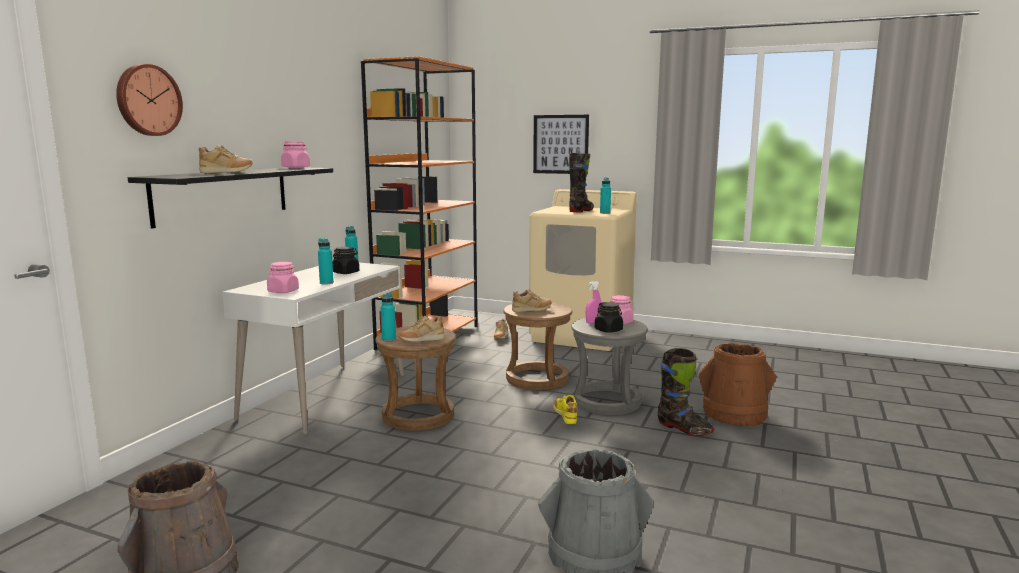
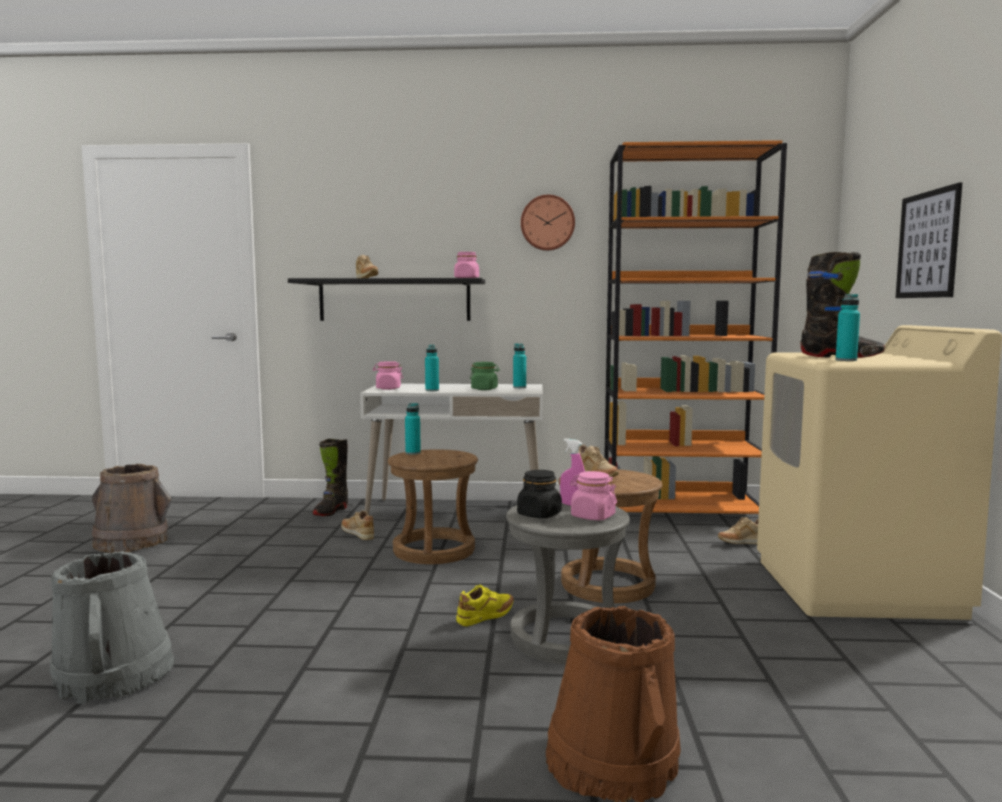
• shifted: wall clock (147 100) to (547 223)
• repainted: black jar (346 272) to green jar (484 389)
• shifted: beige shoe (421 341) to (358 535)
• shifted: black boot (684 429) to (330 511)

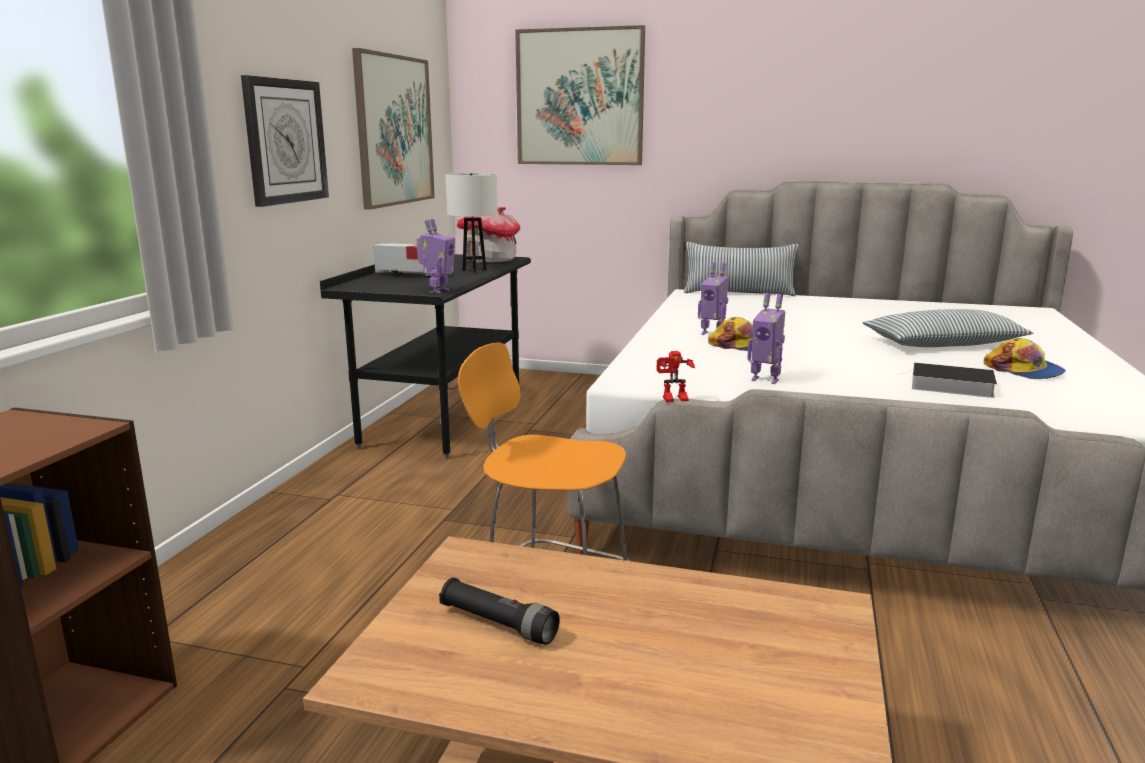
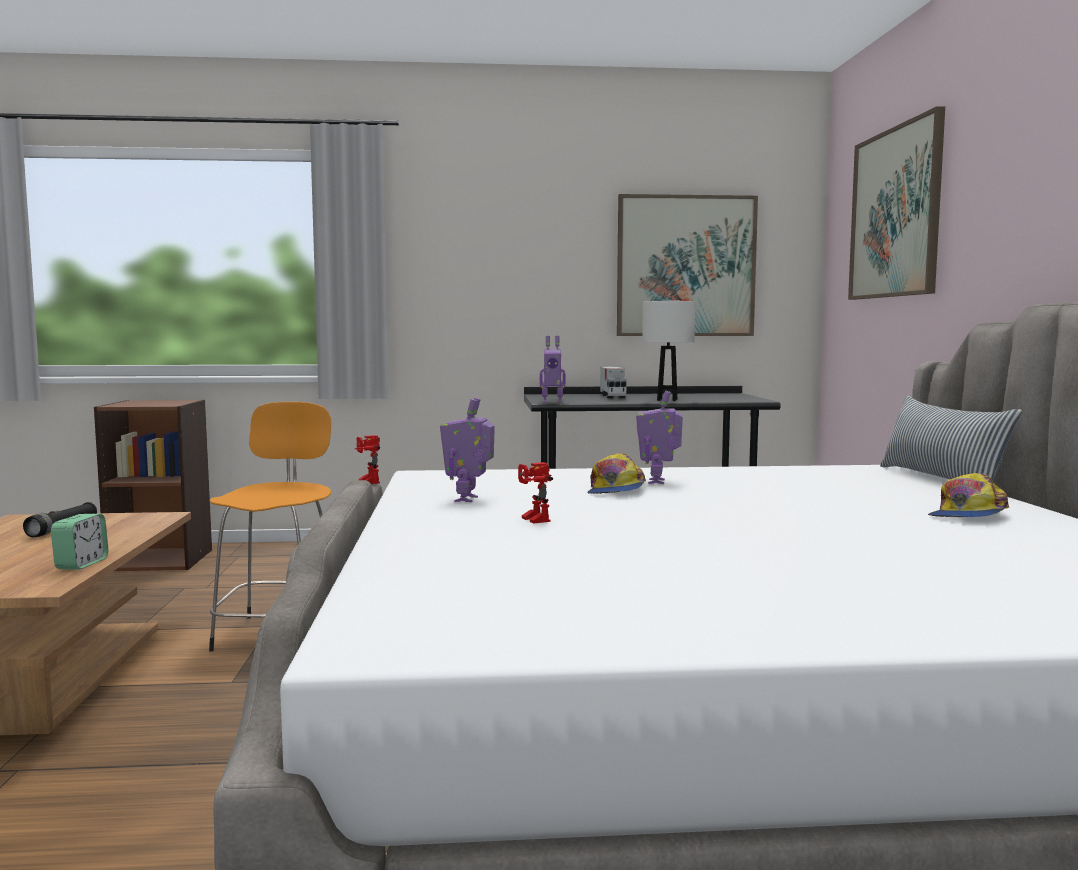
• gone: wall clock (285 141)
• gone: toy house (491 260)
• gone: pillow (943 344)
• gone: book (948 385)
• shifted: cap (1024 371) to (968 515)
• new: alarm clock (81 564)
• new: toy robot (531 519)

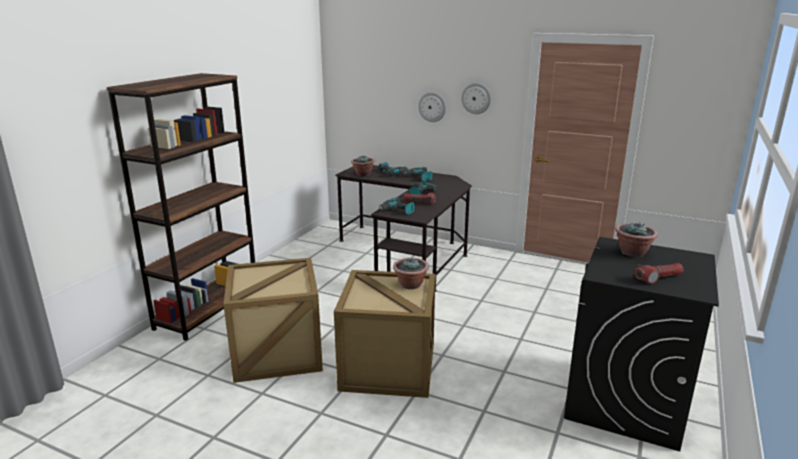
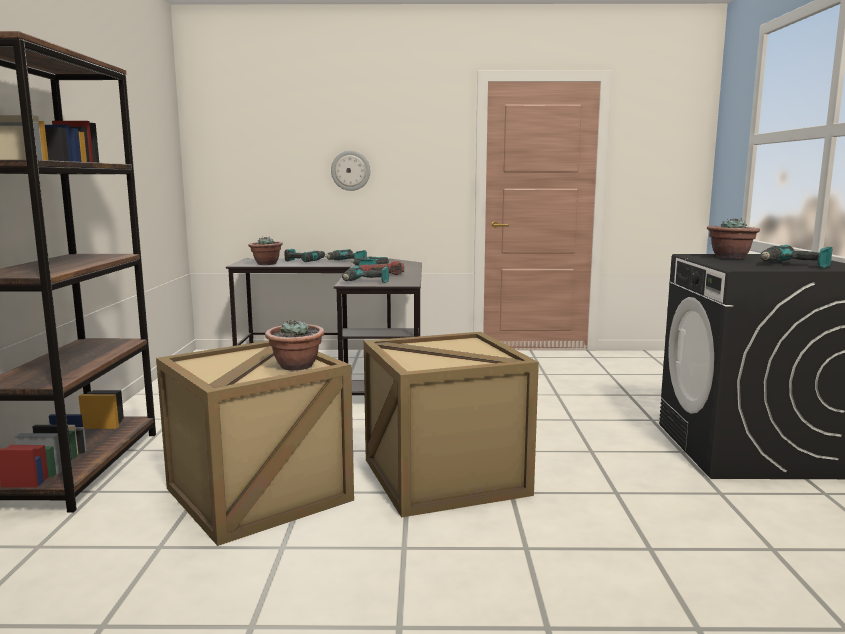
• shifted: potted plant (410 285) to (296 366)
• gone: wall clock (476 98)
• swapped: flashlight (658 278) to power drill (794 265)

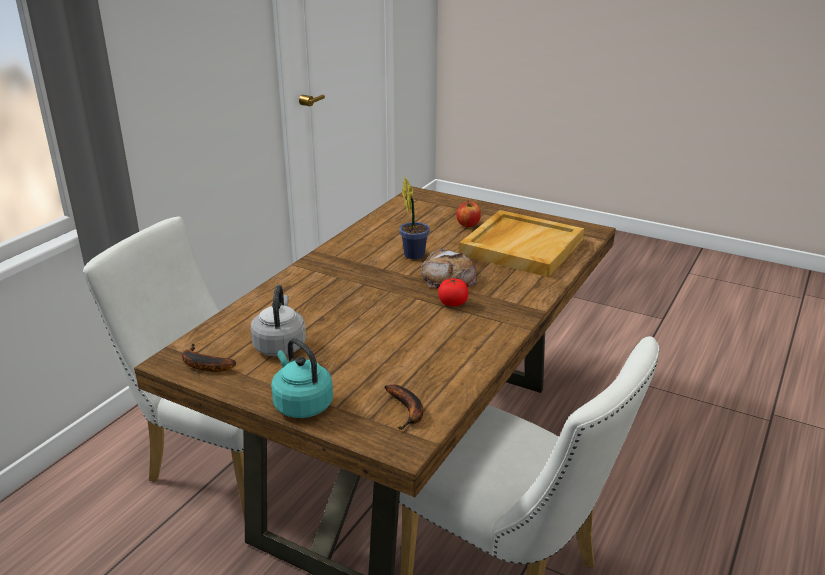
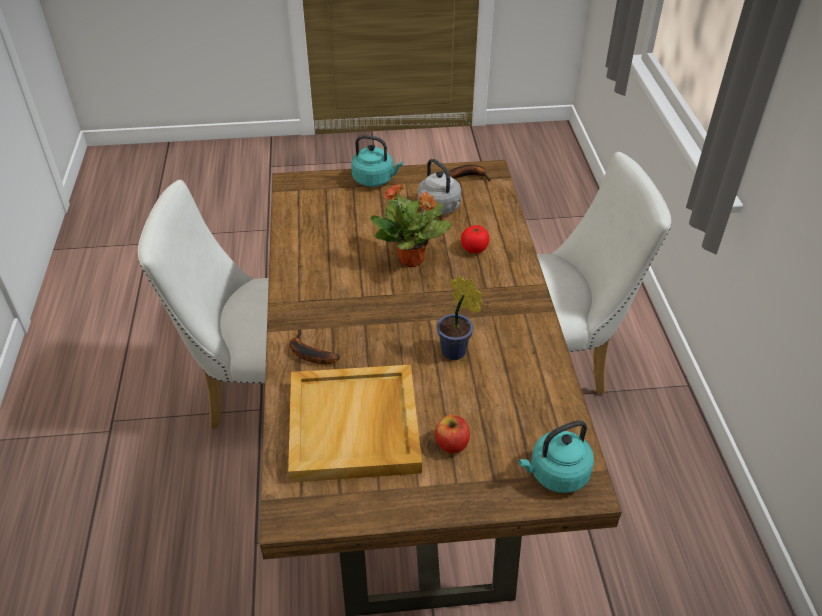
• shifted: banana (407 411) to (308 354)
• gone: bread (449 277)
• shifted: tomato (452 303) to (474 248)
• new: potted plant (412 260)
• new: turquoise kettle (556 474)

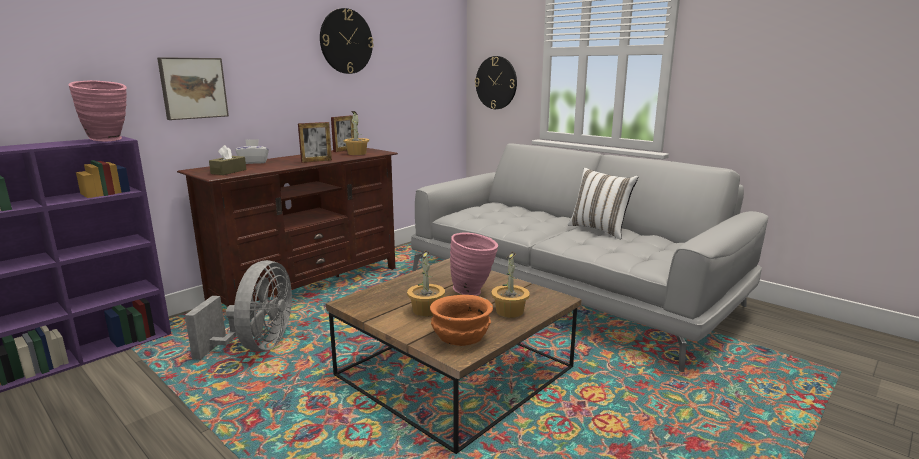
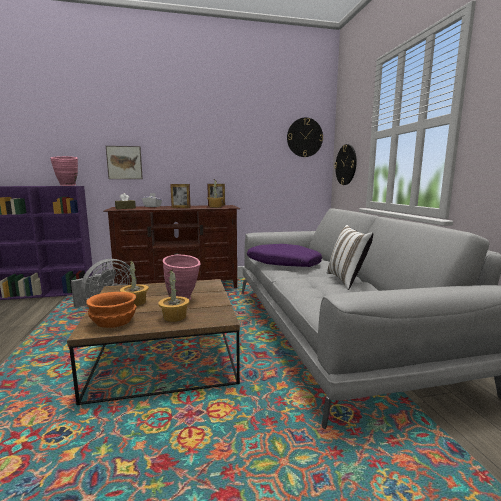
• shifted: wall clock (346 41) to (304 137)
• new: purple pillow (283 264)

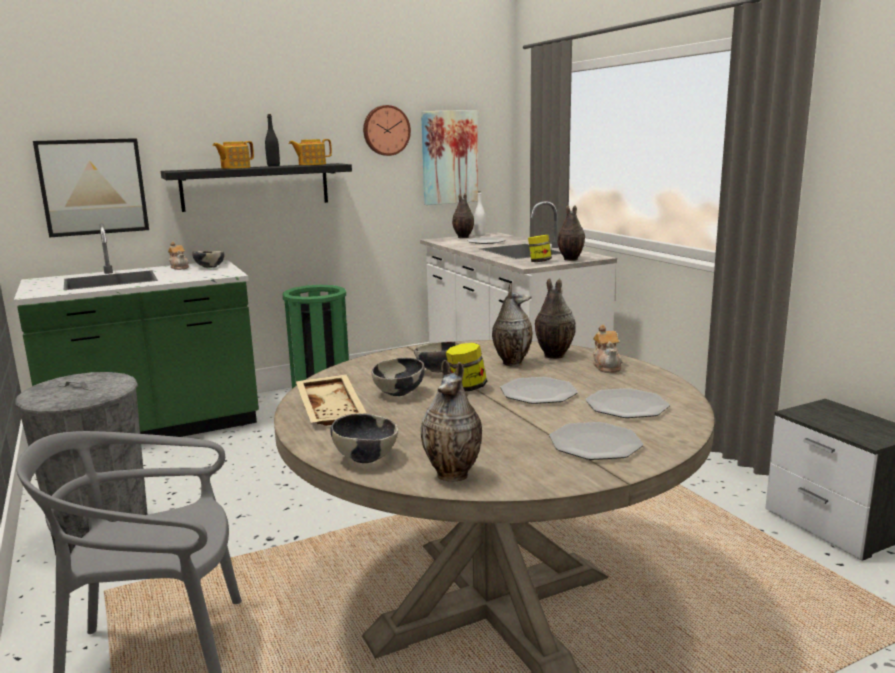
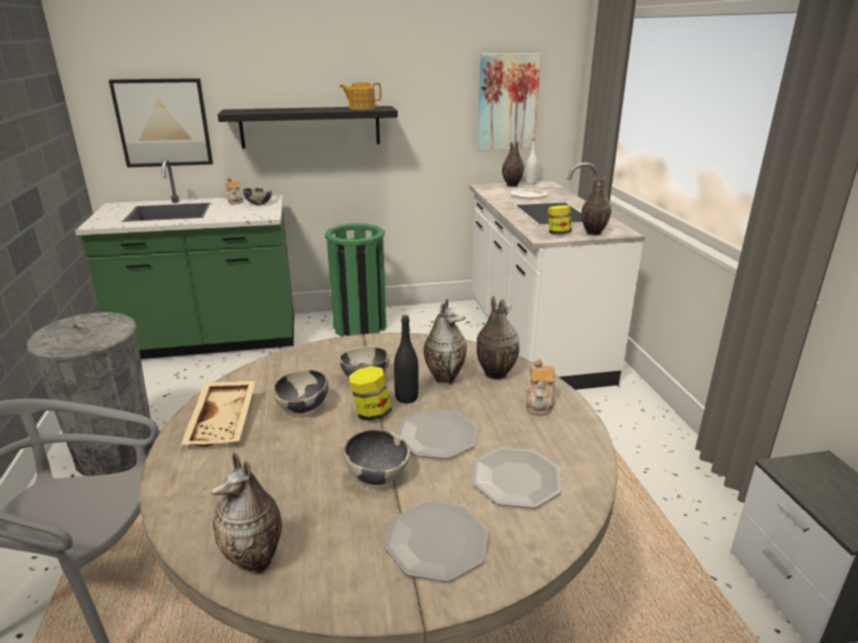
• gone: teapot (235 168)
• shifted: black bottle (273 166) to (406 398)
• shifted: bowl (365 457) to (377 475)
• gone: wall clock (386 130)

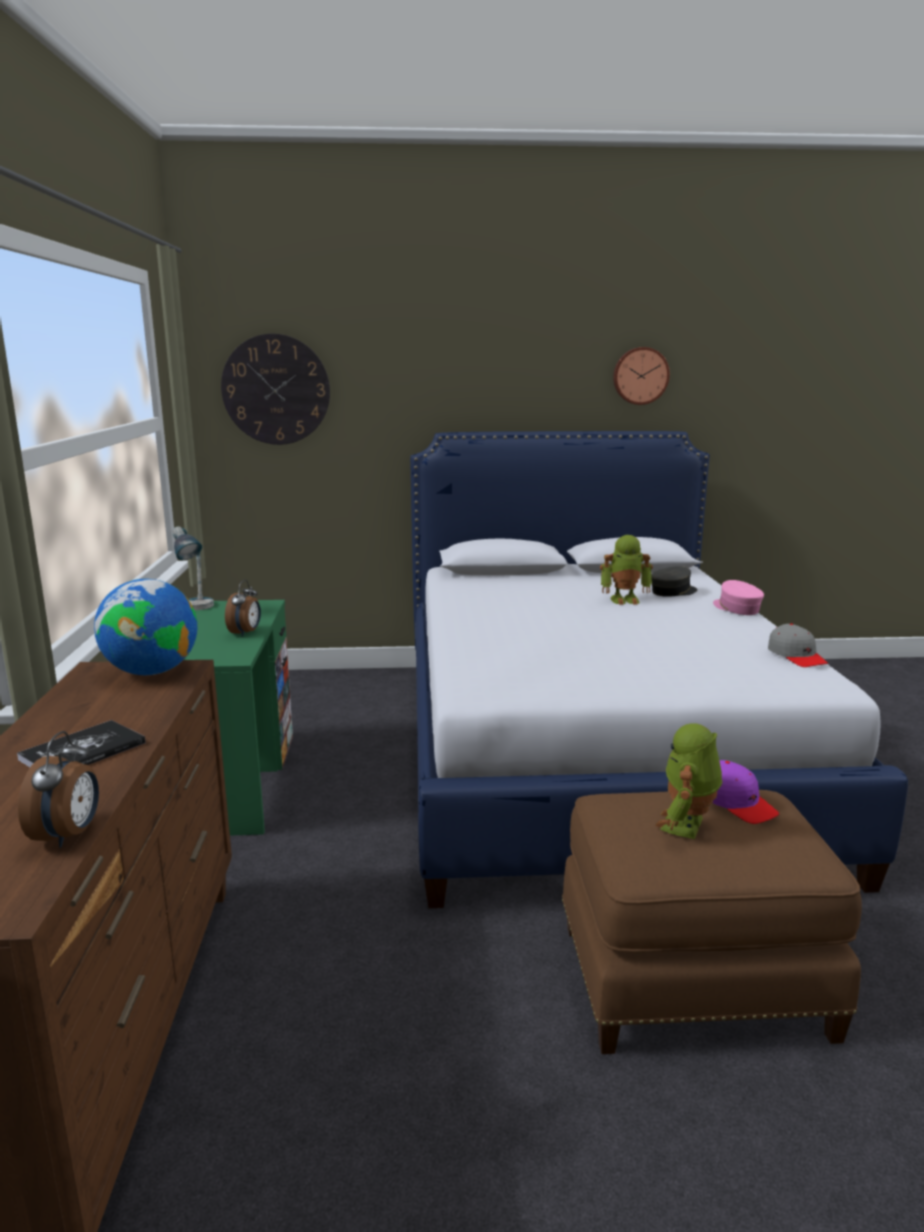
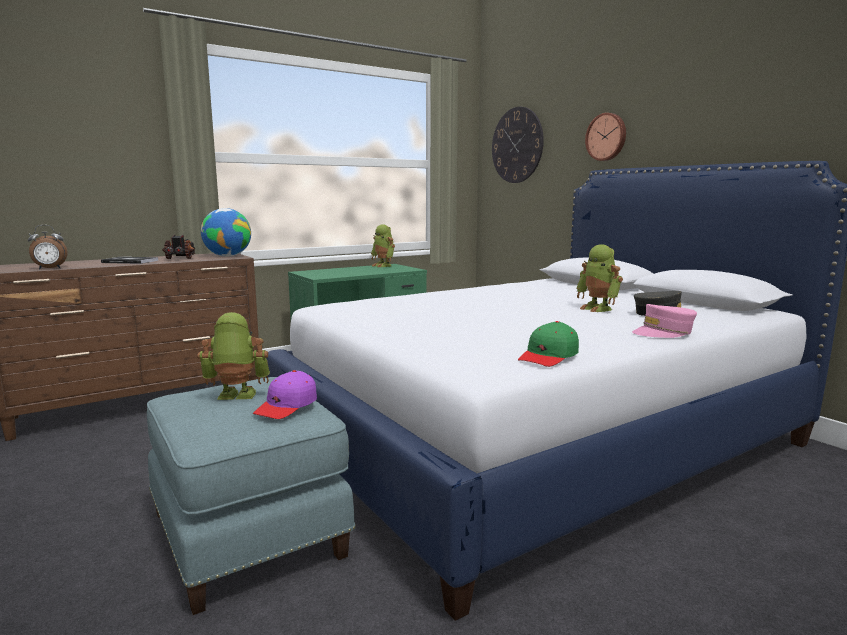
• swapped: table lamp (197 609) to toy robot (383 265)
• gone: alarm clock (246 633)
• repainted: brown ottoman (691 977) to blue ottoman (250 532)
• shifted: wall clock (640 376) to (607 137)
• rotated: pink cap (736 608) = (663 332) 150 degrees counterclockwise
• repainted: grey cap (796 656) to green cap (548 356)
• new: toy truck (182 257)

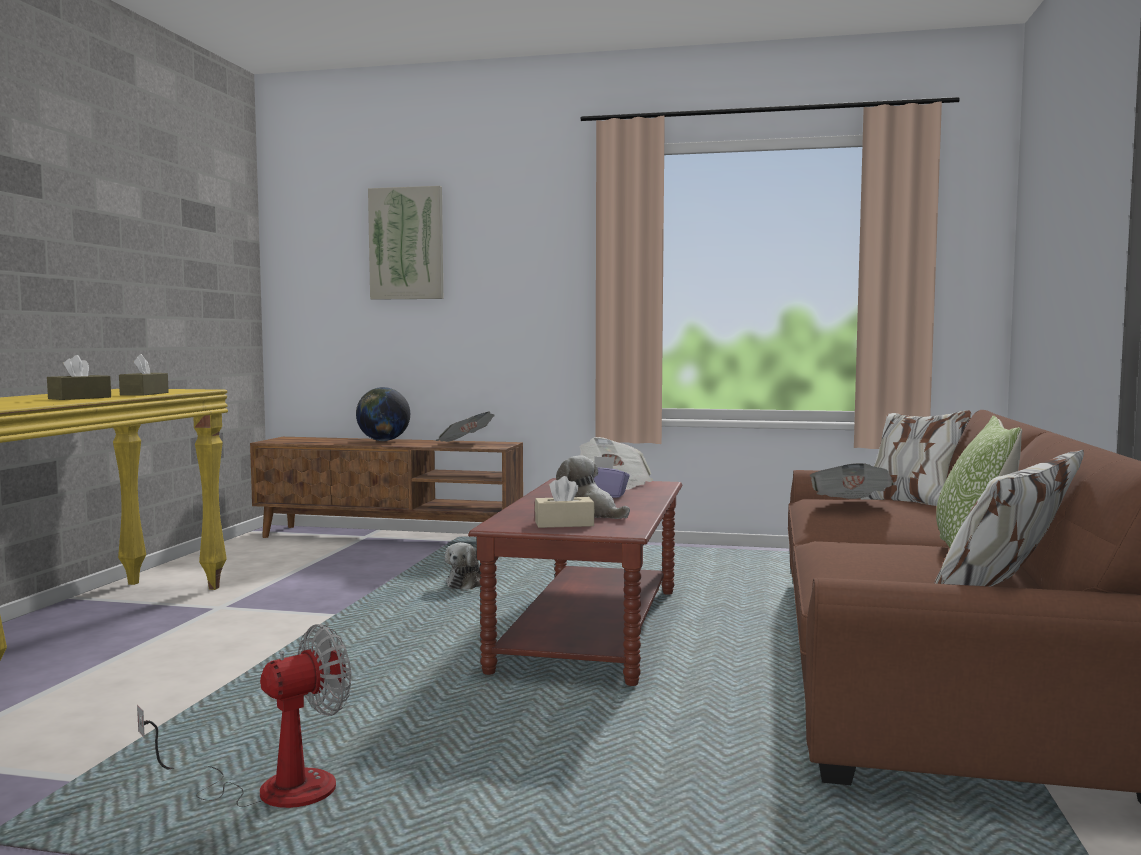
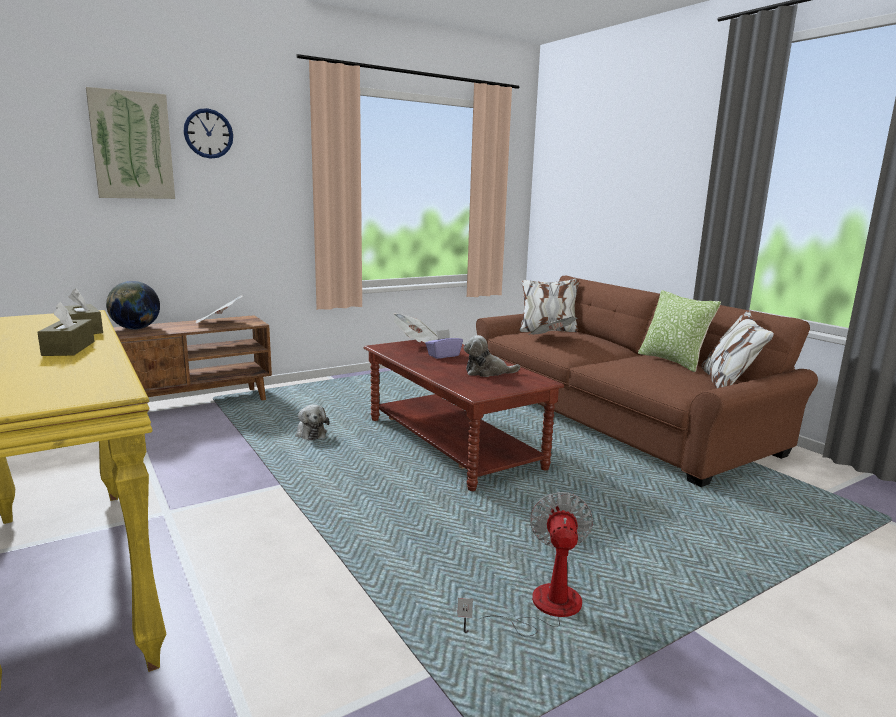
• gone: beige tissue box (564 524)
• new: wall clock (208 133)

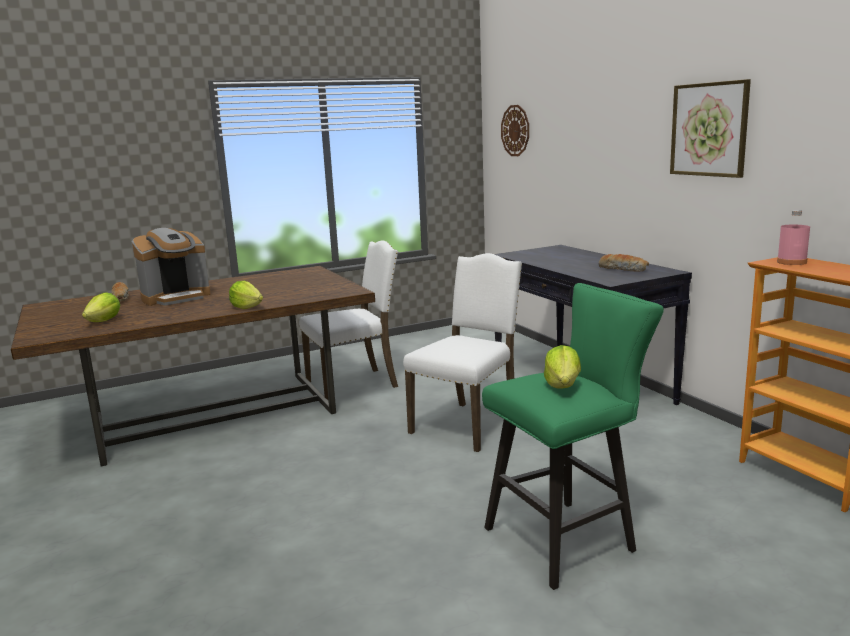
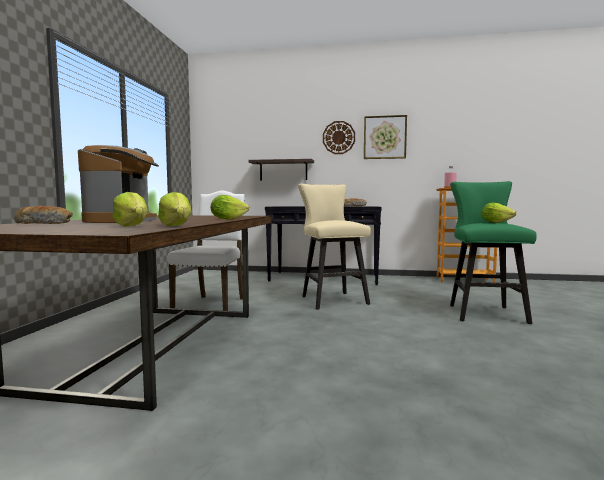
• swapped: white chair (468 424) to beige stool (331 299)
• shifted: wall clock (515 130) to (338 137)
• new: lettuce (176 226)
• new: shelf (283 170)

